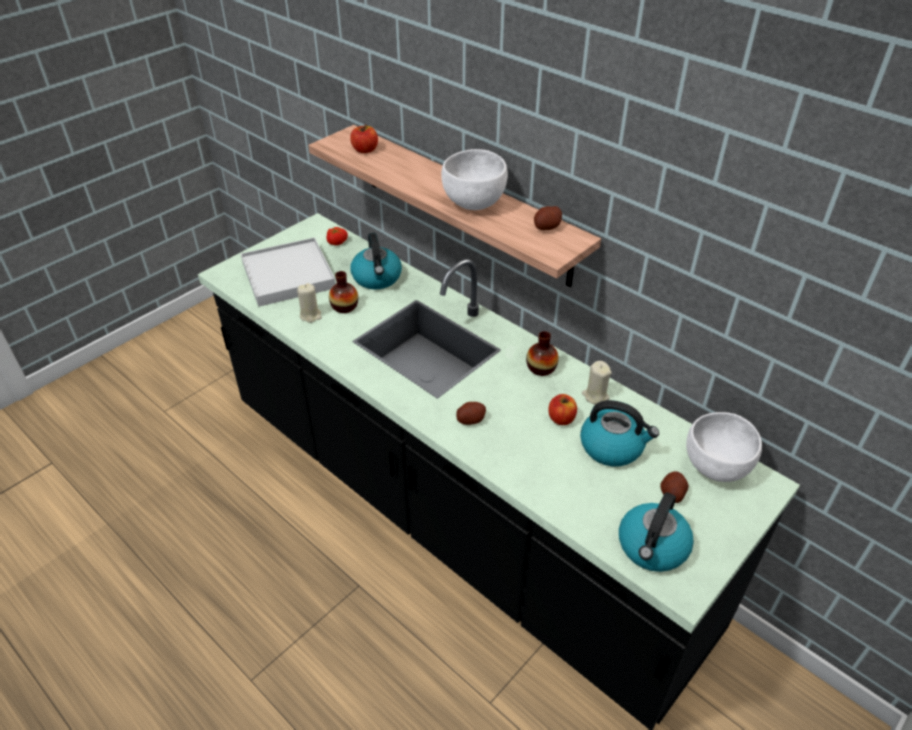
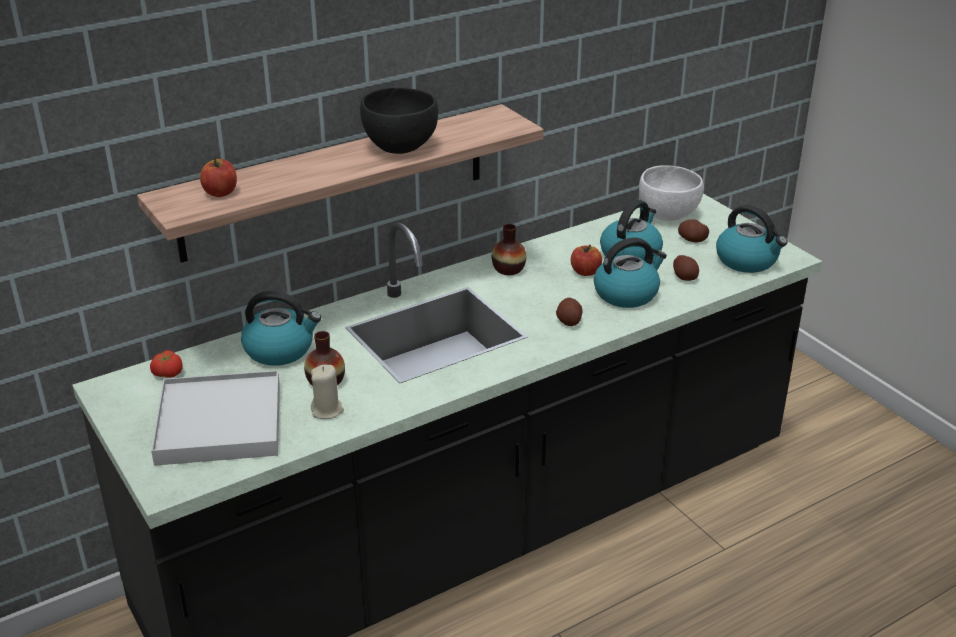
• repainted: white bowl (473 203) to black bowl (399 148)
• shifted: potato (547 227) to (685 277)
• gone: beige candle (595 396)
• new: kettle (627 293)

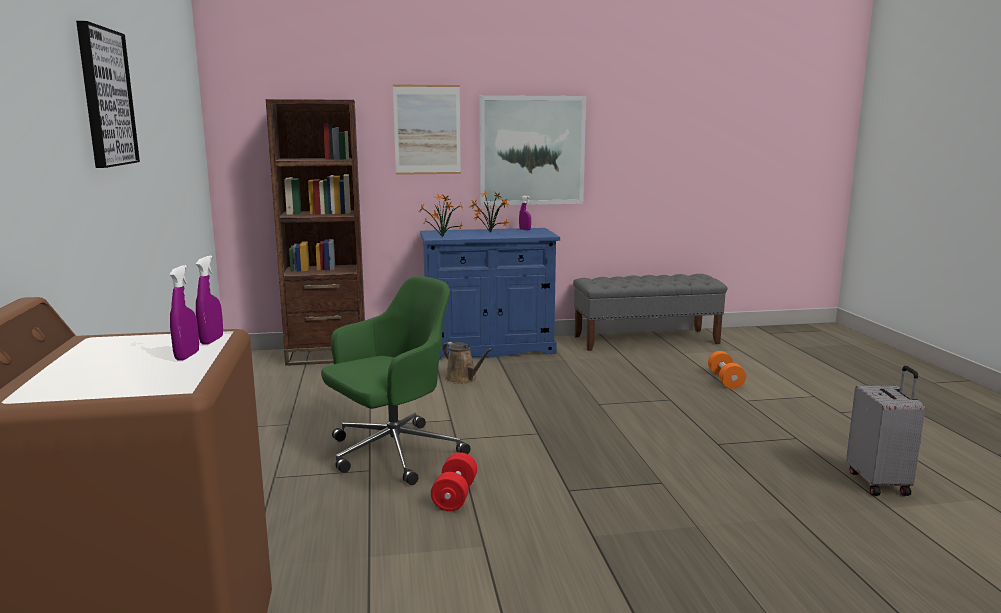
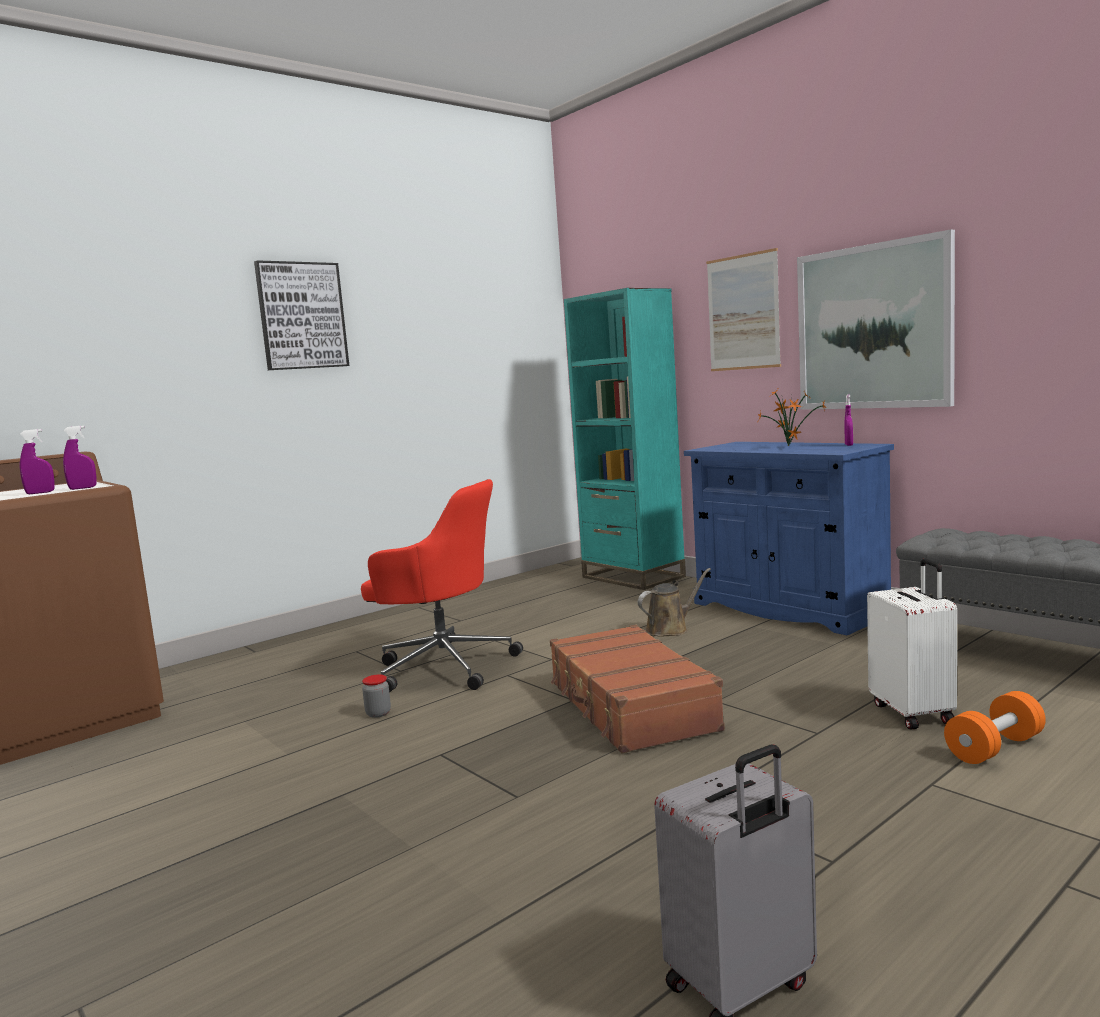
• repainted: brown bookcase (327 355) to turquoise bookcase (633 577)
• repainted: green office chair (392 454) to red office chair (443 666)
• gone: potted plant (441 237)
• swapped: red dumbbell (455 496) to jar (378 713)
• rotated: brown watering can (463 379) = (670 629) 135 degrees counterclockwise
• new: brown suitcase (629 706)
• new: white suitcase (914 713)

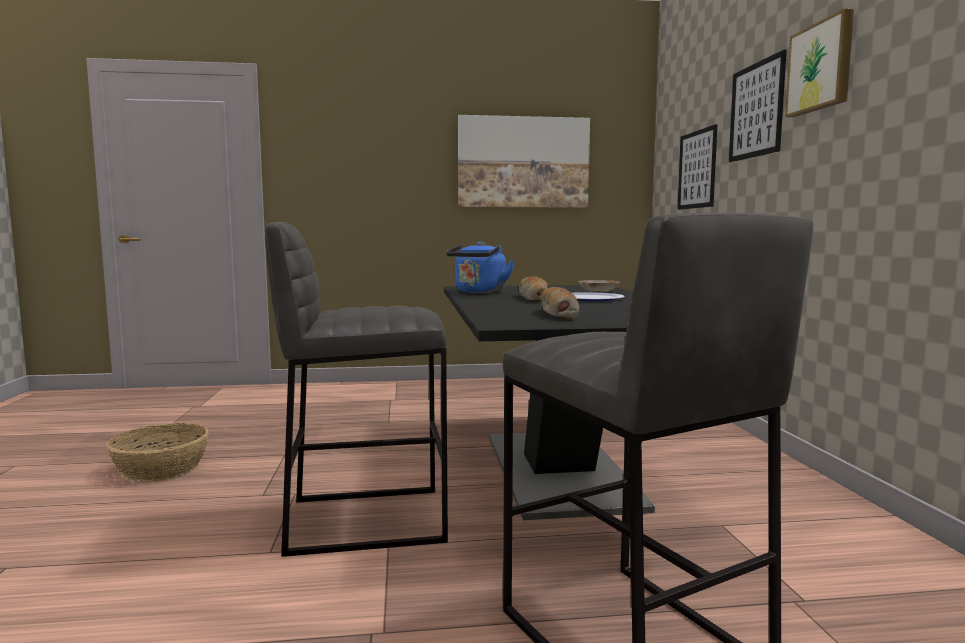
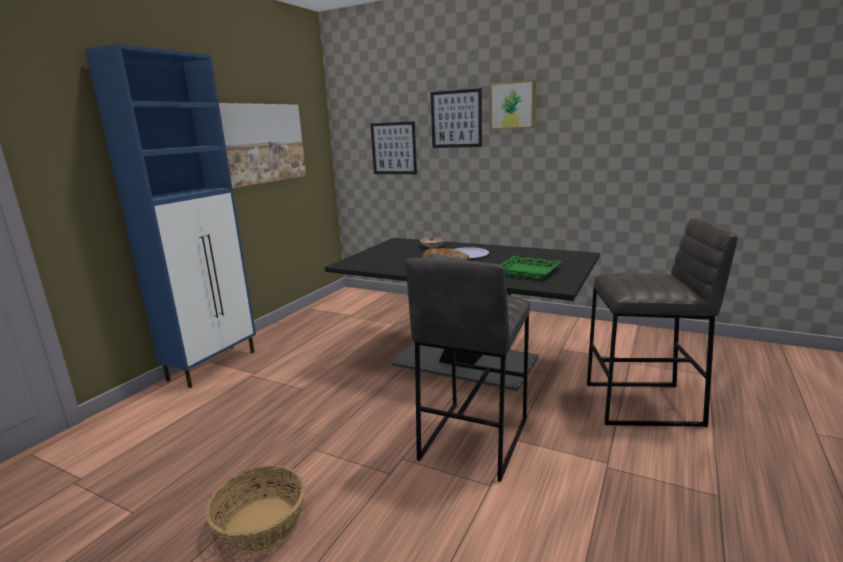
• gone: blue kettle (479 292)
• swapped: bread (557 314) to green tray (527 271)
• new: blue cabinet (214 365)

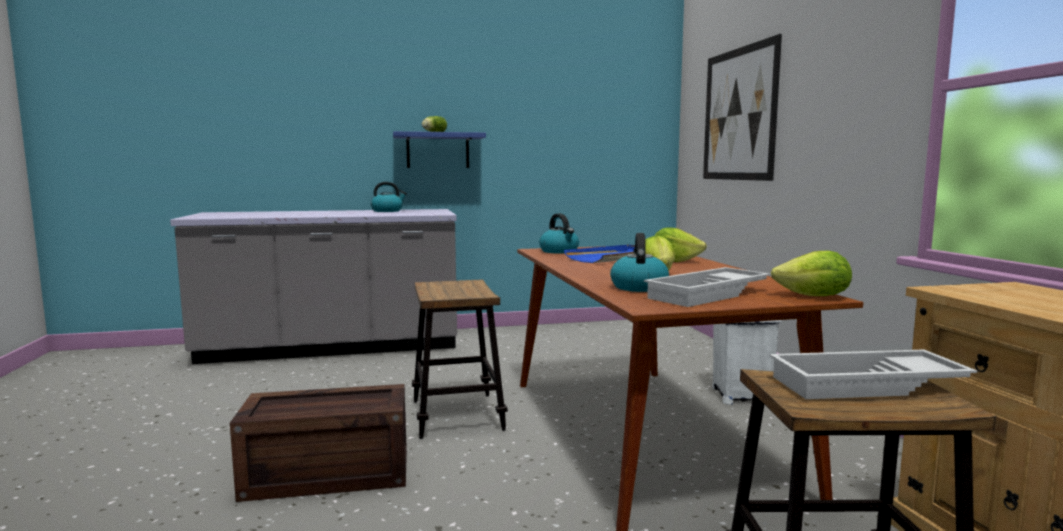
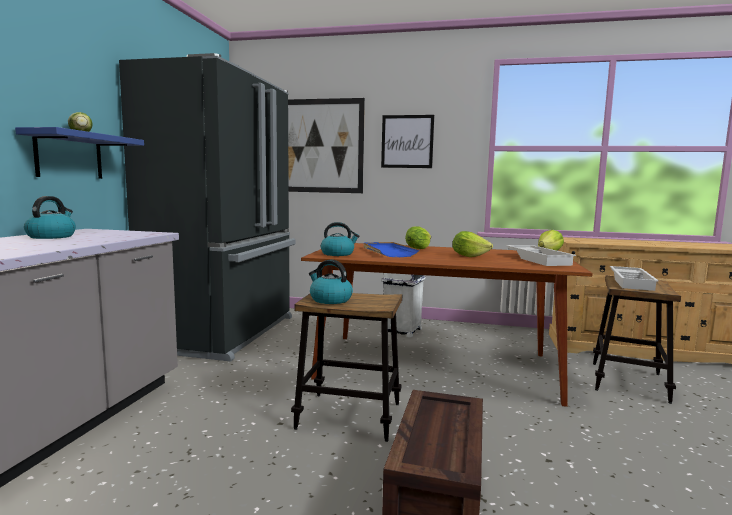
• shifted: kettle (638 287) to (330 300)
• new: black fridge (226 333)
• new: picture (407 141)

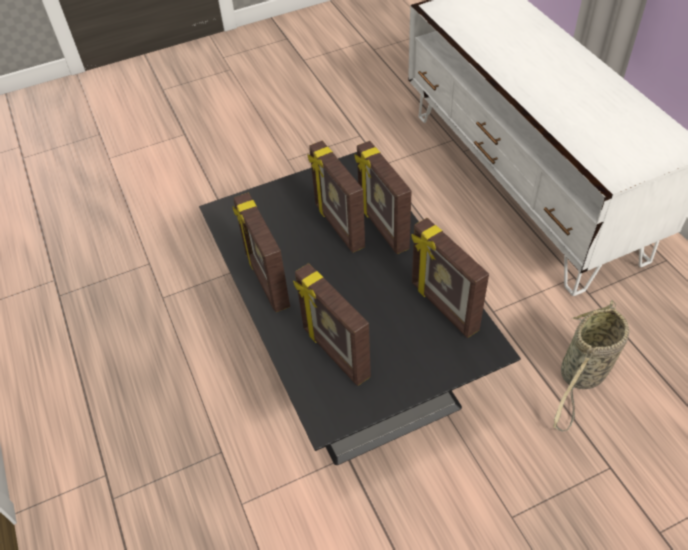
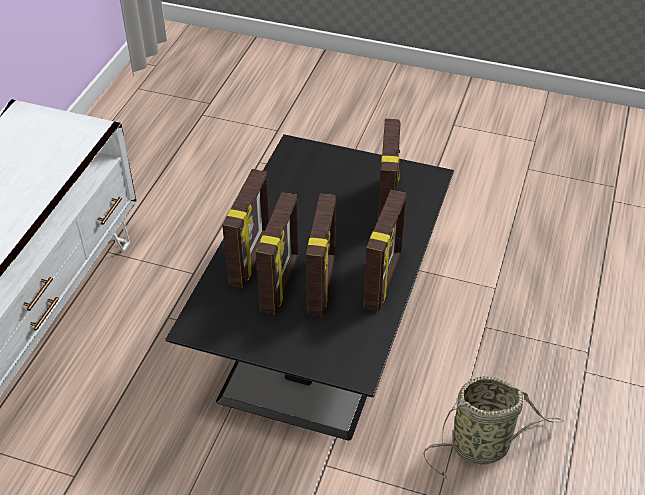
• shifted: picture frame (443 307) to (322 285)
• shifted: basket (582 376) to (484 446)

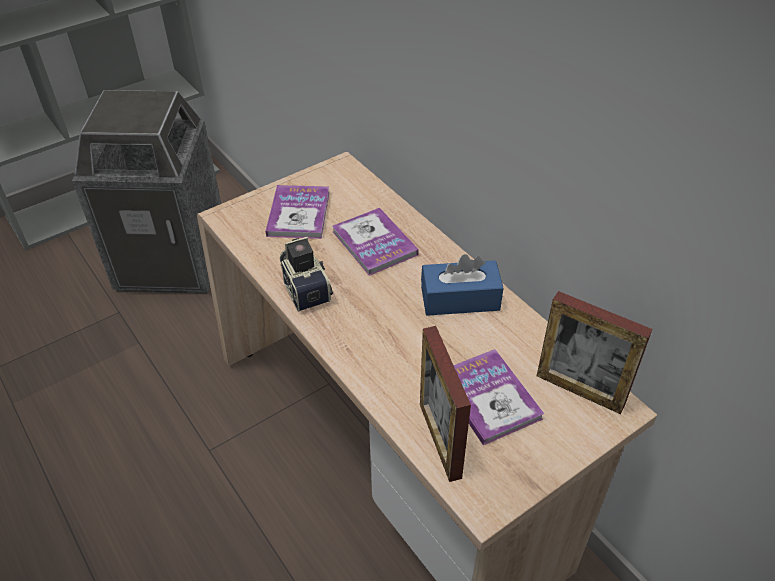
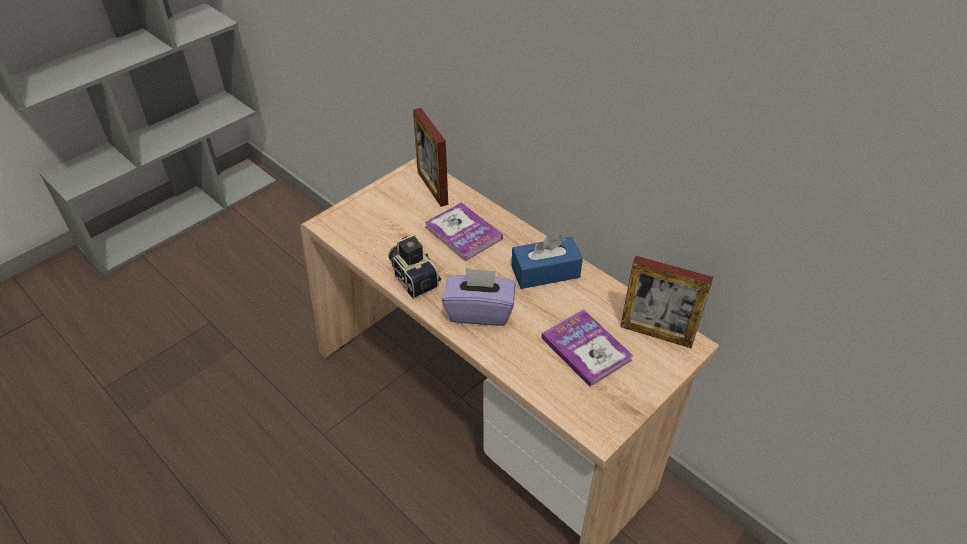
• gone: trash can (173 261)
• gone: book (299 213)
• shifted: picture frame (440 440) to (432 188)
• new: purple tissue box (479 311)

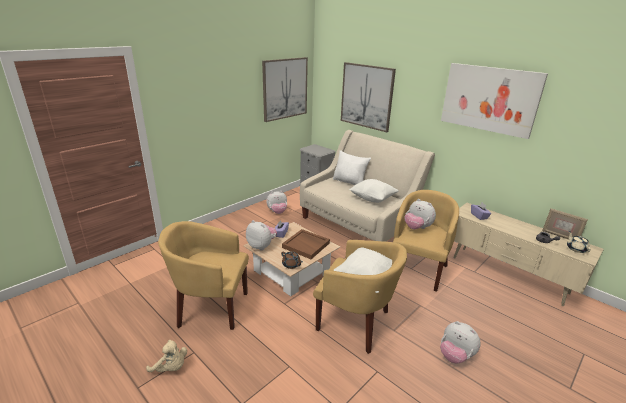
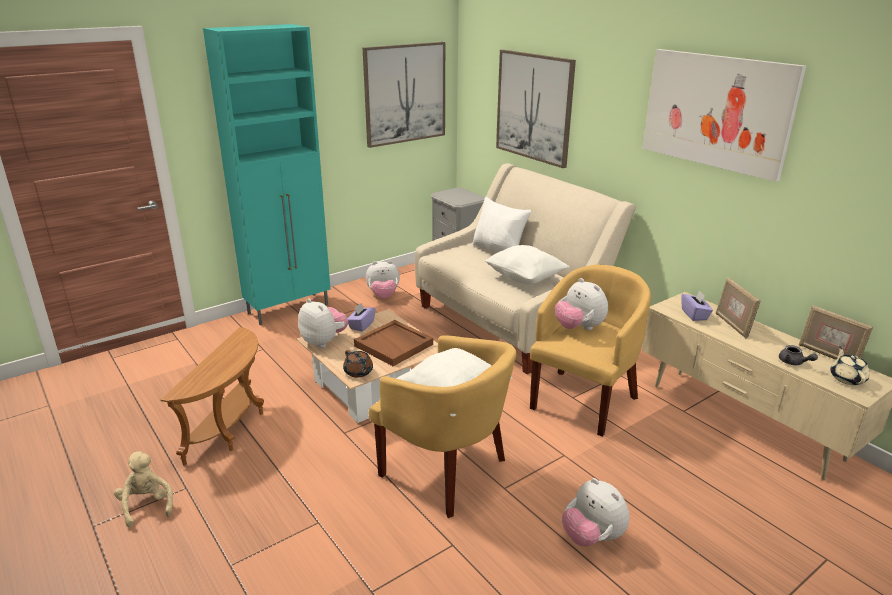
• rotated: beige plush toy (171 368) = (147 505) 150 degrees counterclockwise
• swapped: yellow armchair (210 307) to brown side table (231 428)
• new: turquoise cabinet (290 309)
• new: picture frame (732 325)

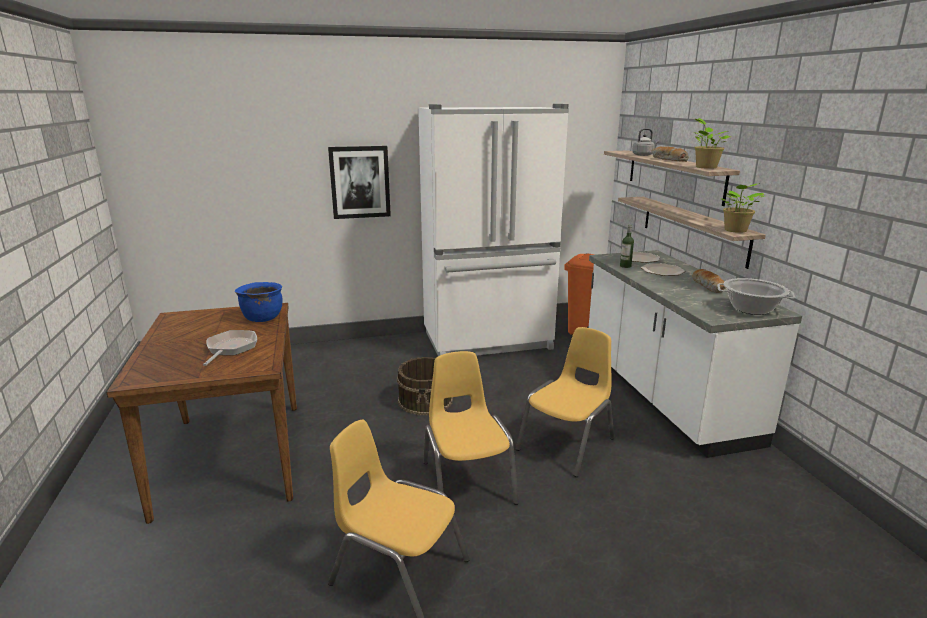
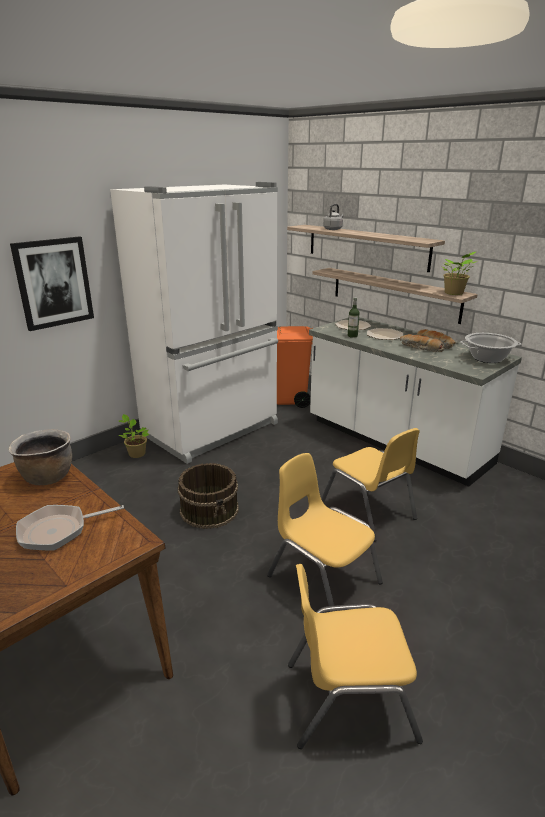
• rotated: frying pan (230 348) = (58 531) 90 degrees counterclockwise
• repainted: blue cooking pot (262 318) to brown cooking pot (47 477)
• rotated: yellow chair (567 444) = (368 511) 135 degrees clockwise
• shifted: bread (667 160) to (420 348)
• shifted: potted plant (705 167) to (136 453)

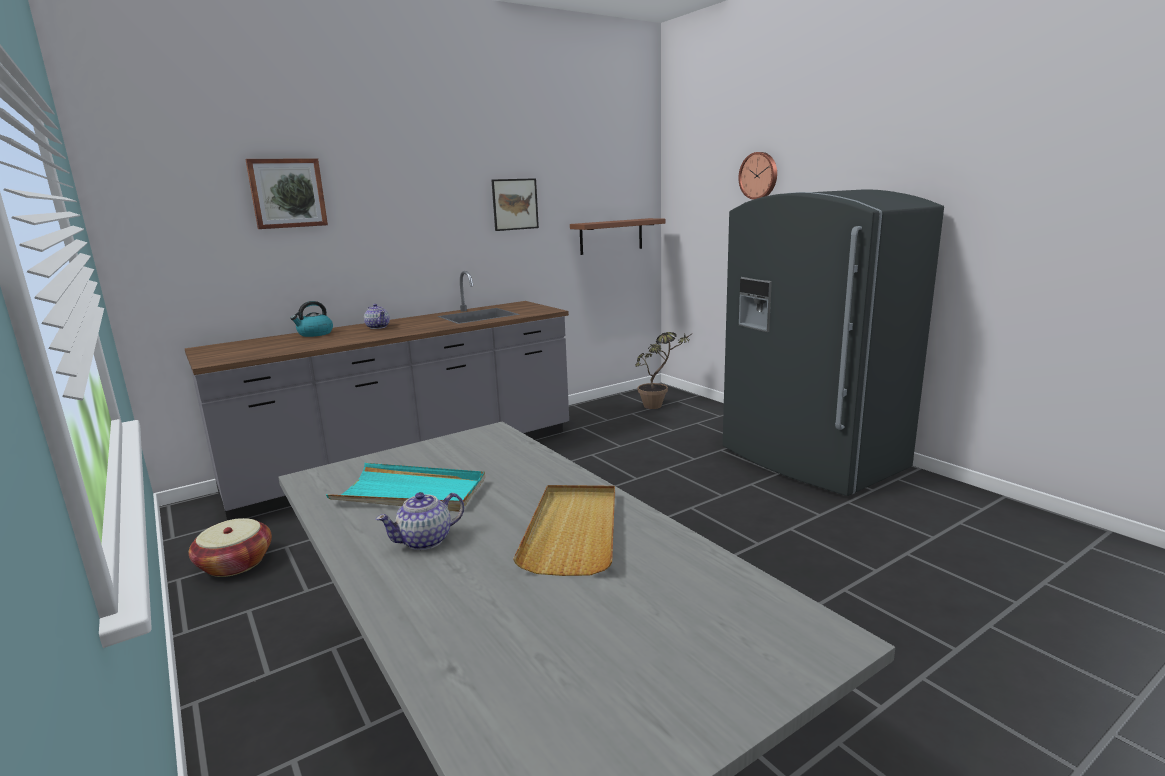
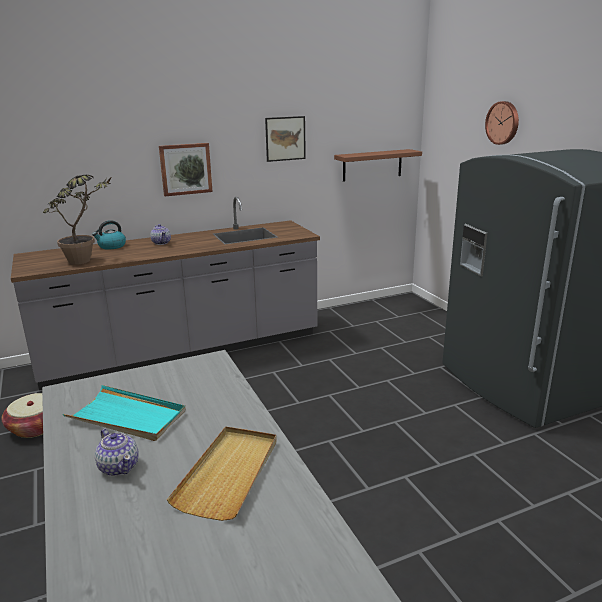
• shifted: picture (287 193) to (185 169)
• rotated: teapot (426 541) = (119 466) 105 degrees counterclockwise
• shifted: potted plant (659 405) to (87 261)

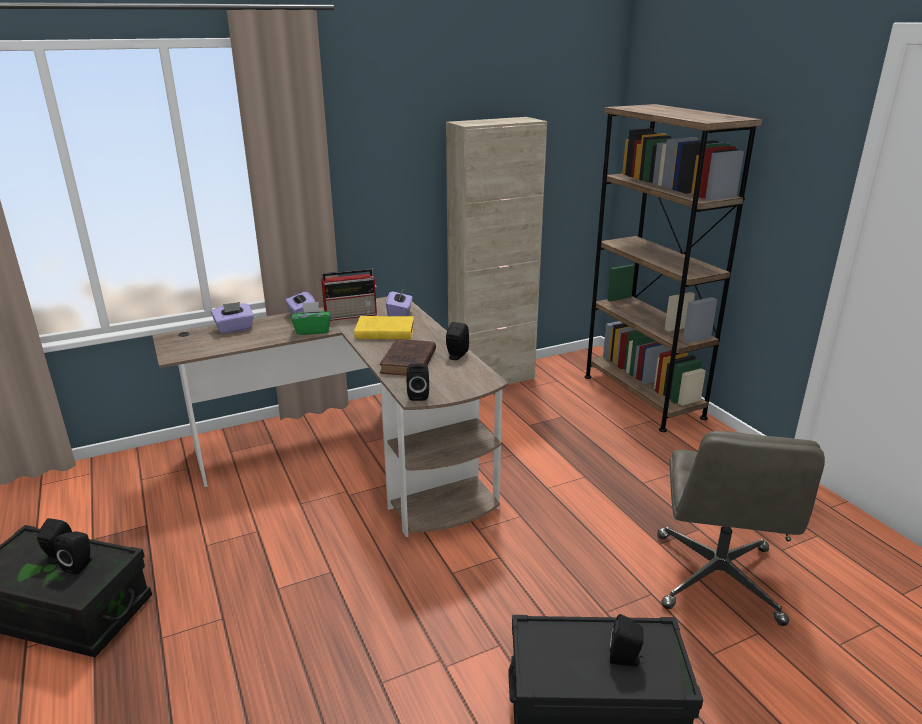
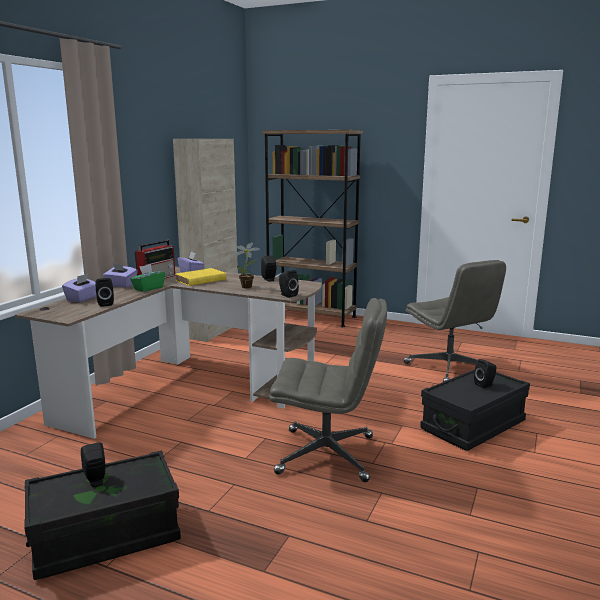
• shifted: black speaker (80 565) to (105 304)
• swapped: brown book (408 362) to potted plant (248 287)
• new: grey office chair (327 454)

